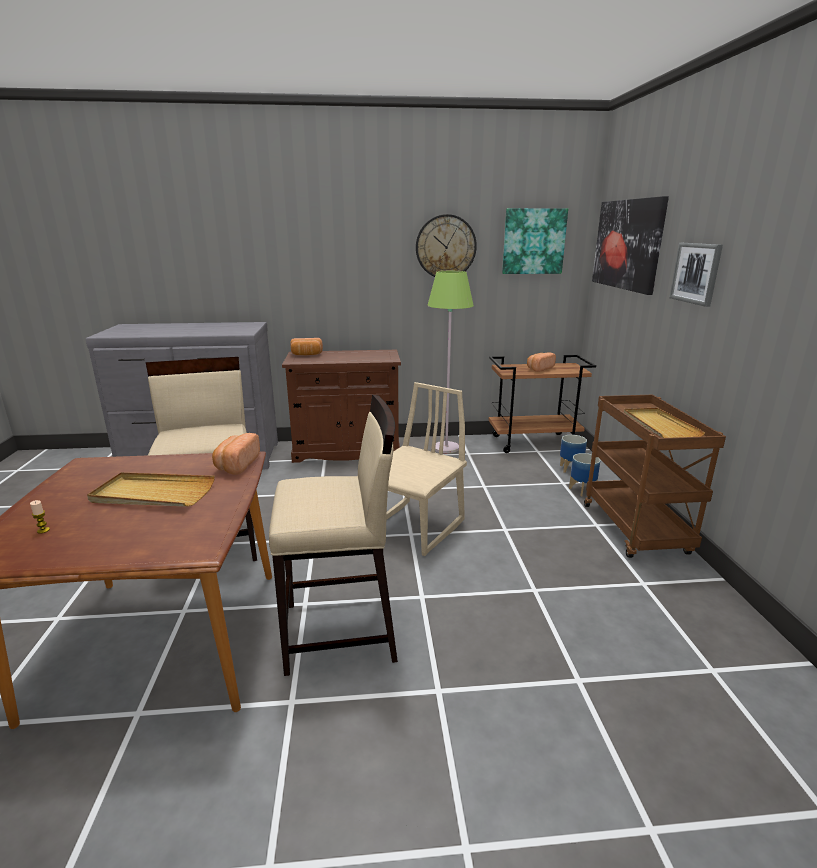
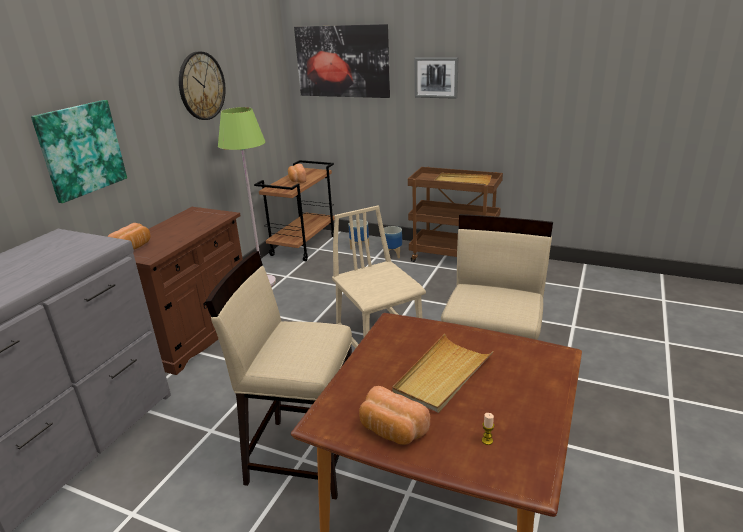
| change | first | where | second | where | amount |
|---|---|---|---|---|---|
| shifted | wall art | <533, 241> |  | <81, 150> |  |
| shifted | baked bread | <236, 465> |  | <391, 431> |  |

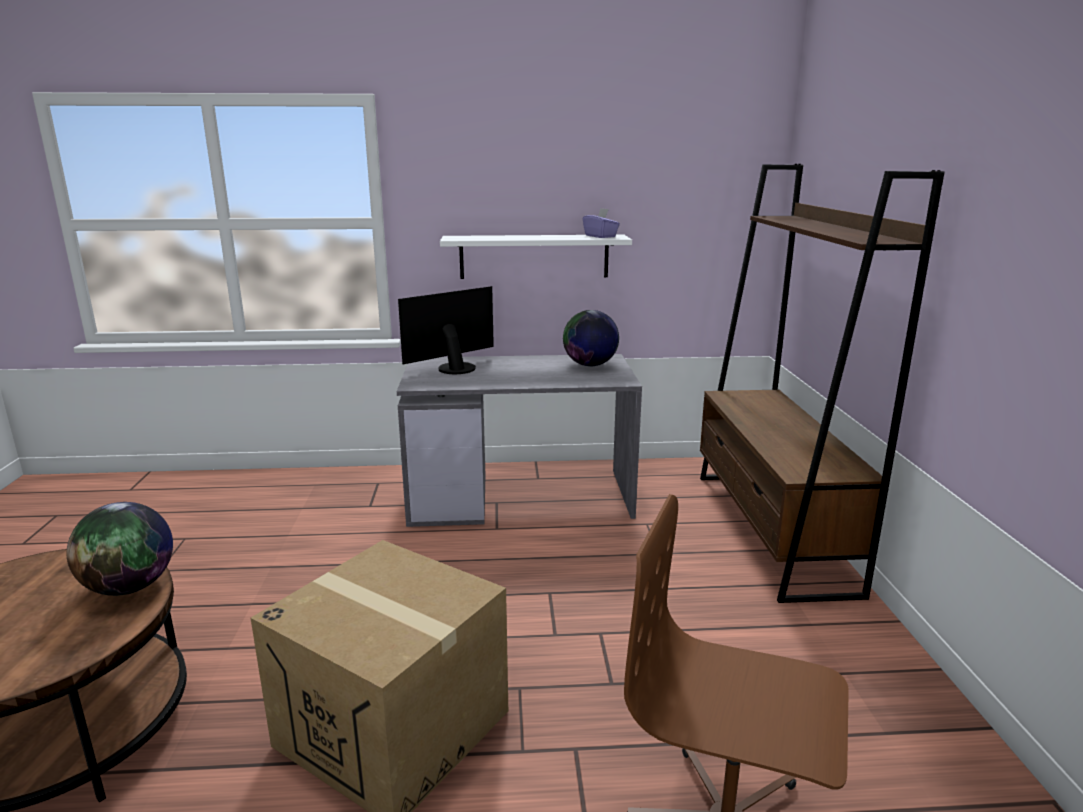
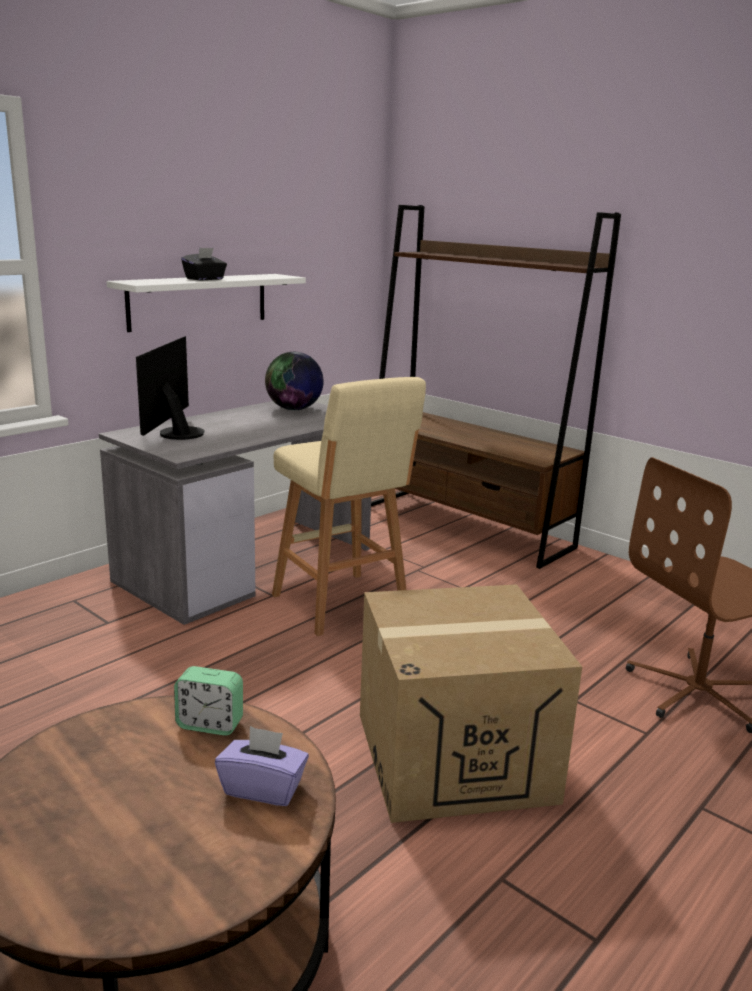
| change | first | where | second | where | amount |
|---|---|---|---|---|---|
| shifted | purple-coloured tissue holder | <600, 236> |  | <263, 788> |  |
| swapped | world globe | <130, 587> | bedside clock | <210, 724> |  |
| new |  |  | black tissue holder | <205, 279> |  |
| new |  |  | sand-coloured stool | <342, 605> |  |

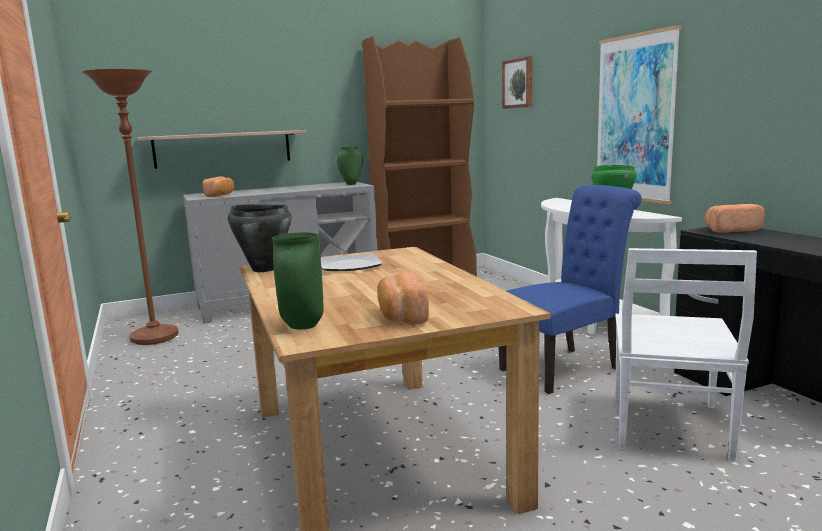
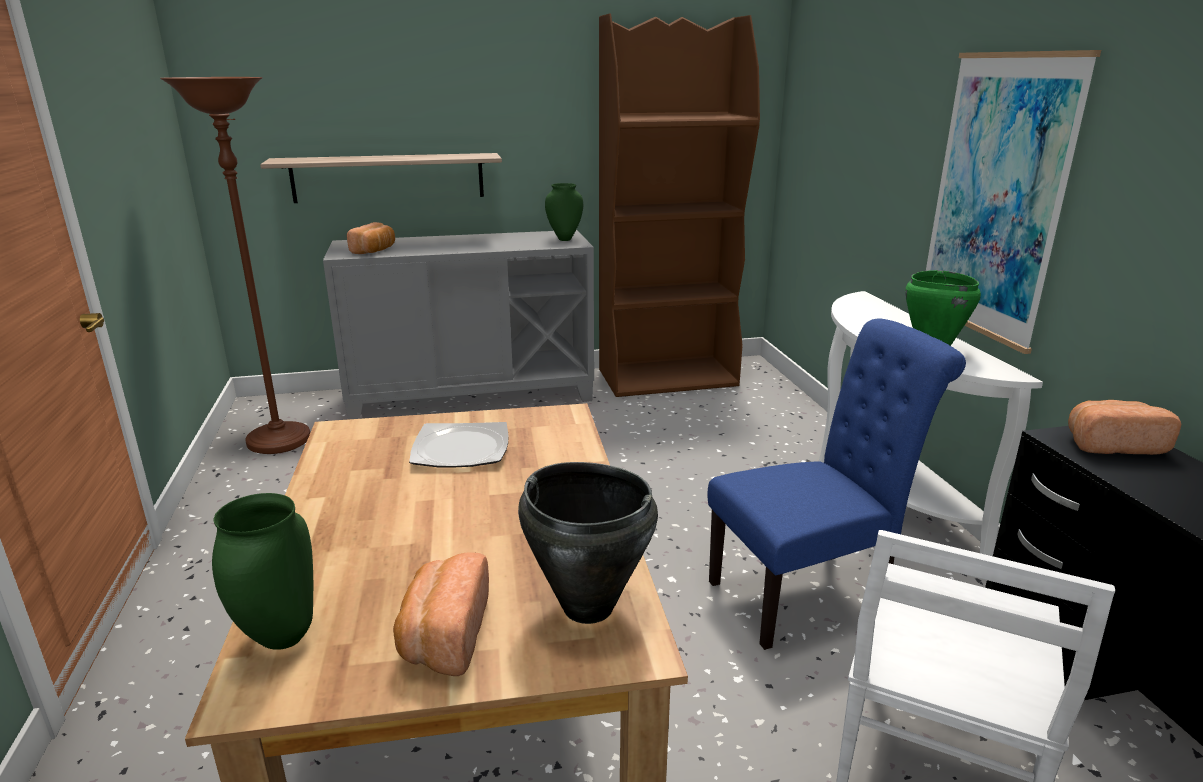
| change | first | where | second | where | amount |
|---|---|---|---|---|---|
| gone | wall art | <518, 83> |  |  |  |
| shifted | black cooking pot | <264, 269> |  | <587, 606> |  |

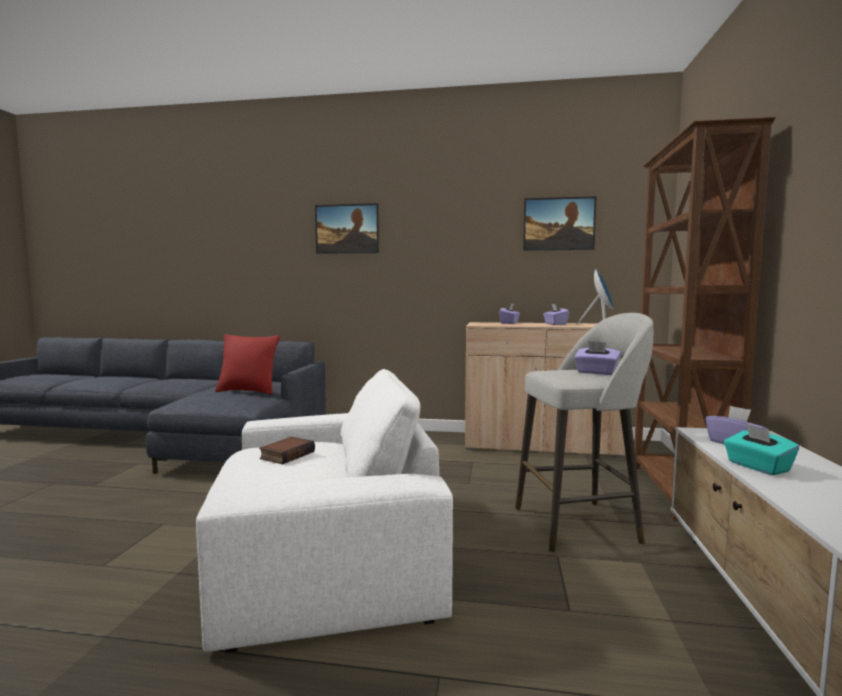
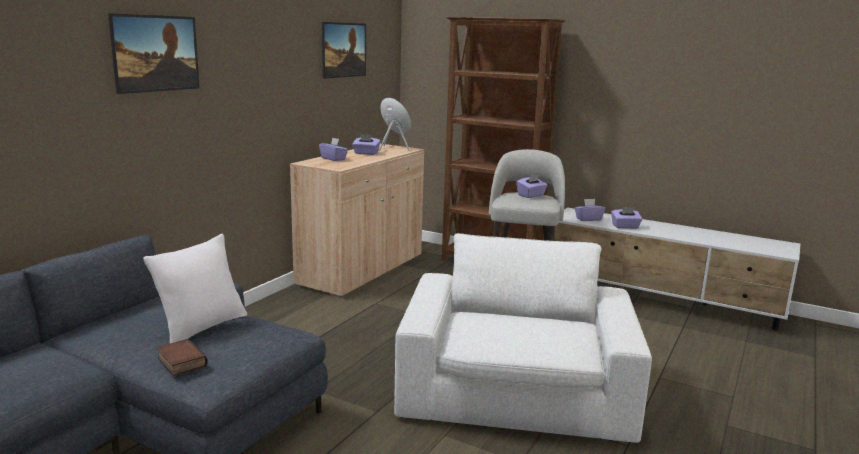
| change | first | where | second | where | amount |
|---|---|---|---|---|---|
| repainted | red throw pillow | <248, 391> | white-coloured throw pillow | <202, 328> |  |
| repainted | blue-green tissue holder | <757, 467> | purple-coloured tissue holder | <625, 227> |  |
| shifted | volume | <287, 454> |  | <180, 362> |  |

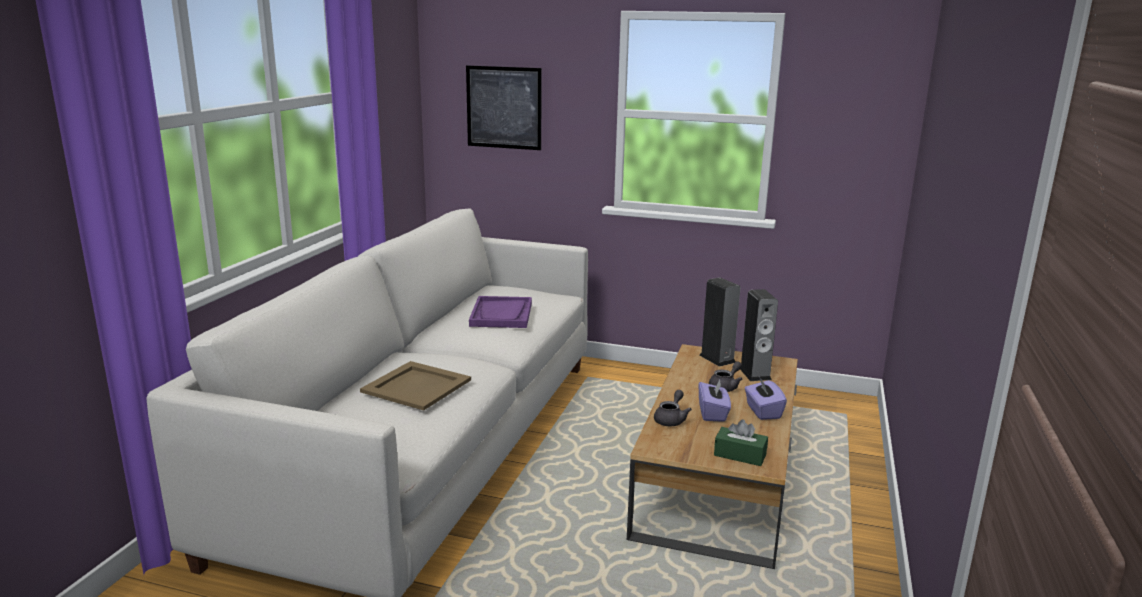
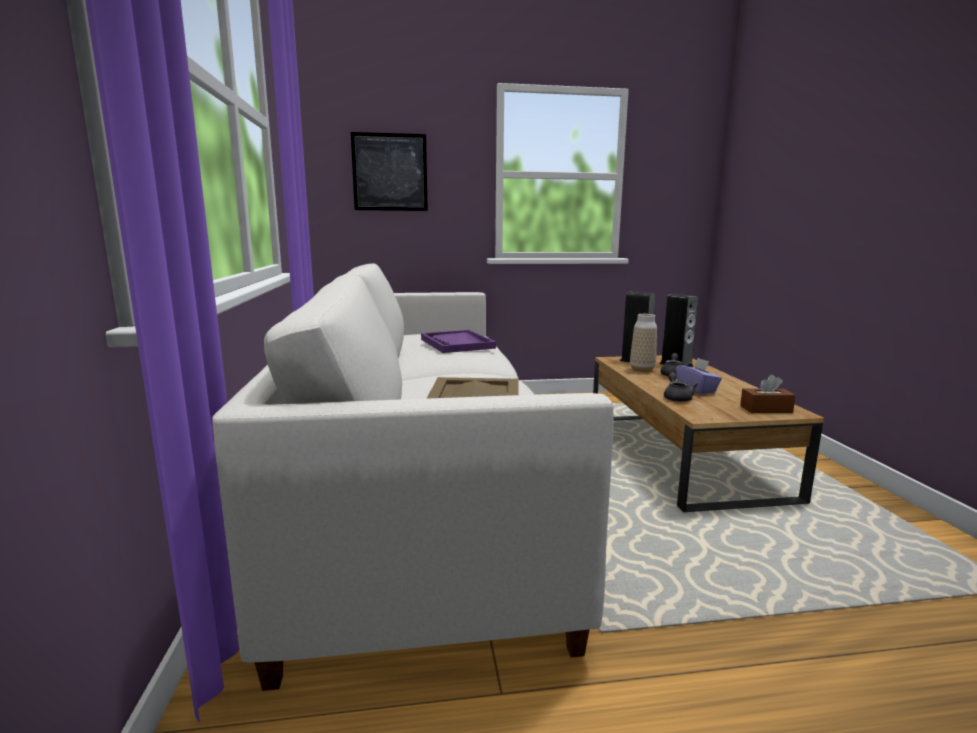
| change | first | where | second | where | amount |
|---|---|---|---|---|---|
| gone | purple-coloured tissue holder | <763, 411> |  |  |  |
| repainted | greenish tissue holder | <740, 455> | brown-coloured tissue holder | <766, 409> |  |
| new |  |  | decorative vase | <642, 370> |  |

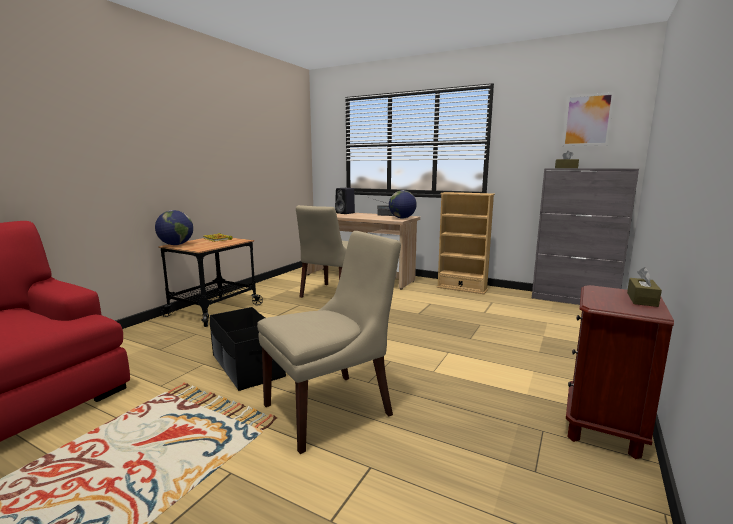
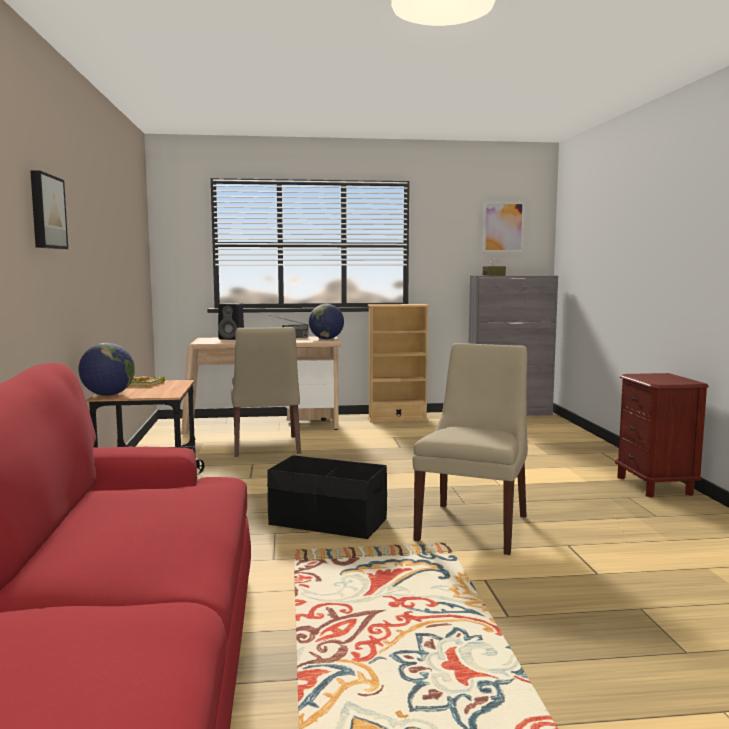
| change | first | where | second | where | amount |
|---|---|---|---|---|---|
| gone | brown-coloured tissue holder | <642, 299> |  |  |  |
| new |  |  | wall art | <46, 212> |  |

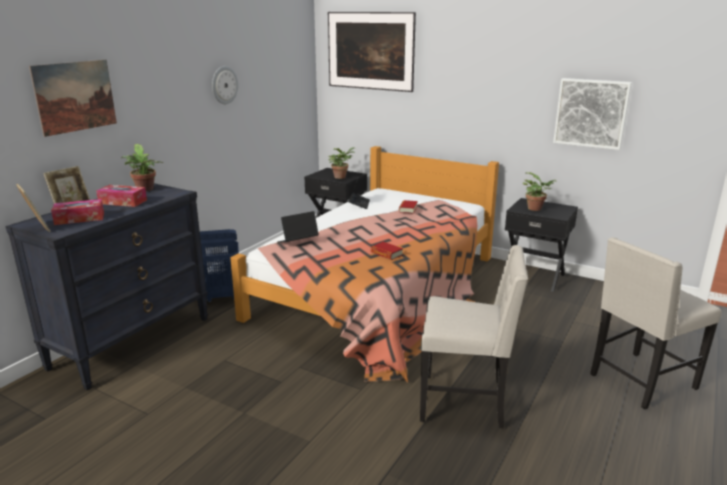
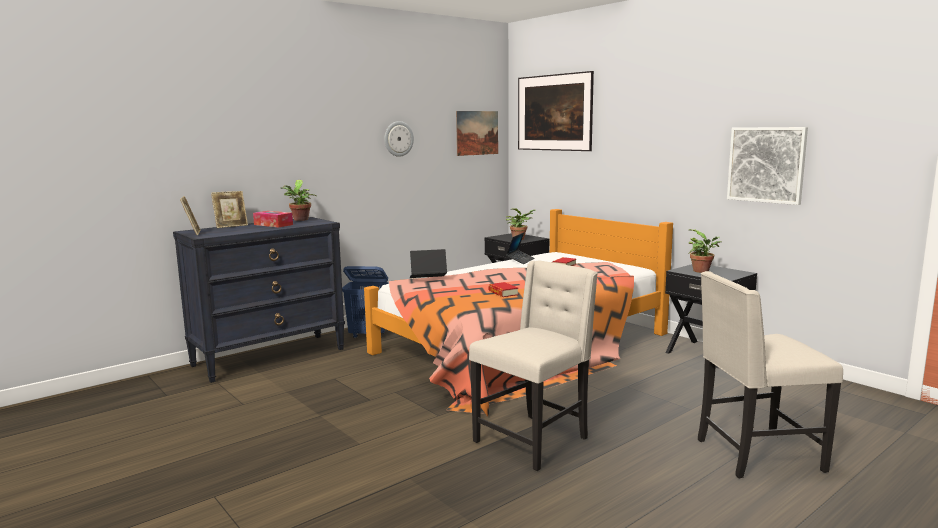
| change | first | where | second | where | amount |
|---|---|---|---|---|---|
| shifted | wall art | <75, 96> |  | <477, 133> |  |
| gone | tissue holder | <79, 218> |  |  |  |
| rotated | sand-coloured chair | <464, 402> |  | <533, 440> | 75 degrees counterclockwise |

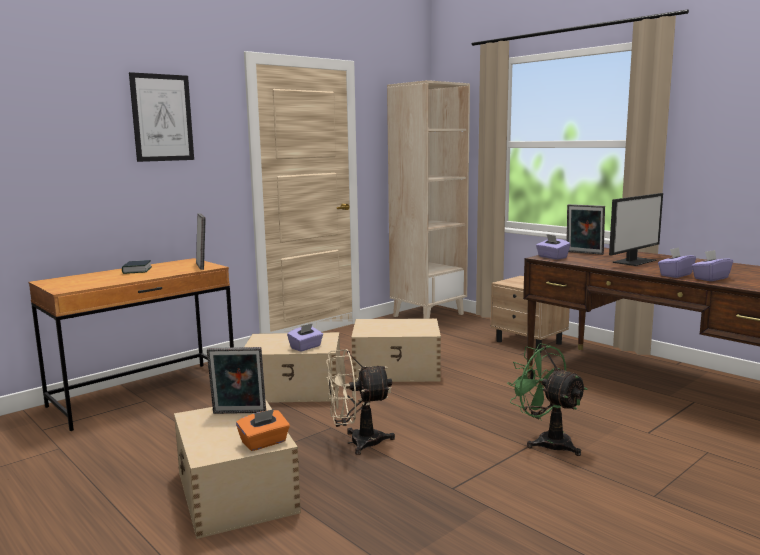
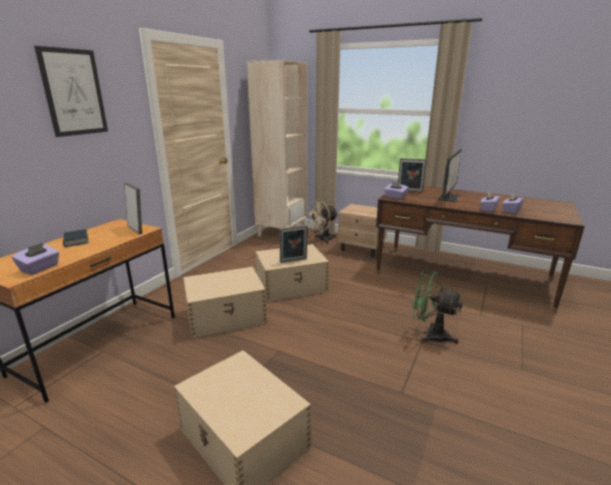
| change | first | where | second | where | amount |
|---|---|---|---|---|---|
| shifted | purple-coloured tissue holder | <306, 347> |  | <40, 268> |  |
| shifted | standing frame | <239, 413> |  | <293, 261> |  |
| shifted | sand-coloured fan | <357, 442> |  | <322, 239> |  |
| gone | orange tissue holder | <264, 443> |  |  |  |

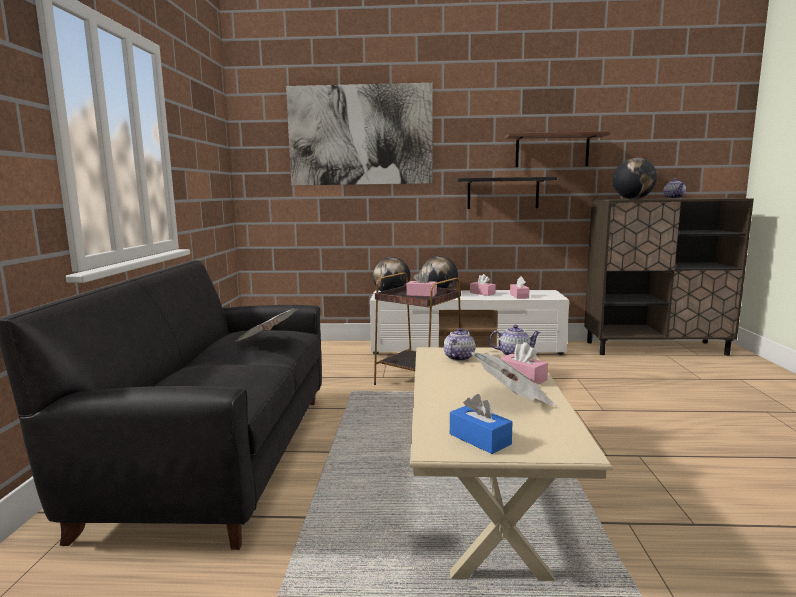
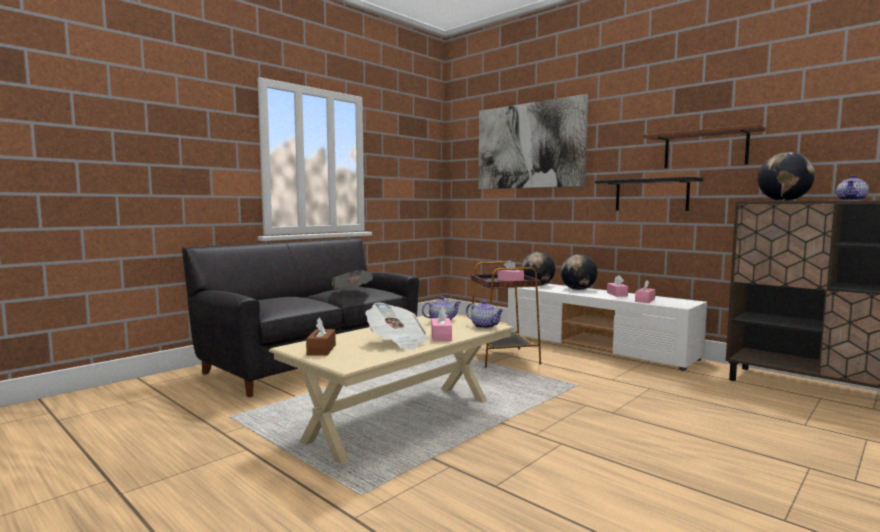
| change | first | where | second | where | amount |
|---|---|---|---|---|---|
| repainted | blue-coloured tissue holder | <479, 439> | brown-coloured tissue holder | <321, 350> |  |

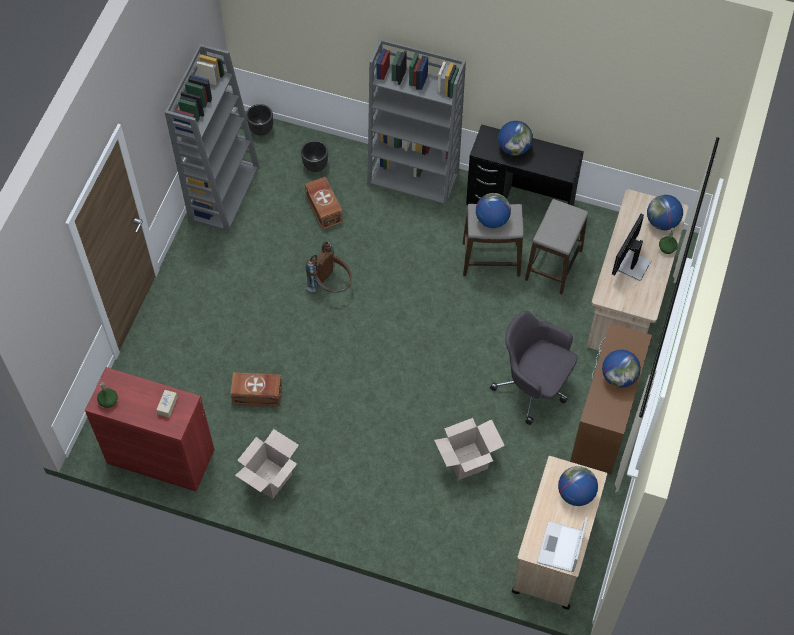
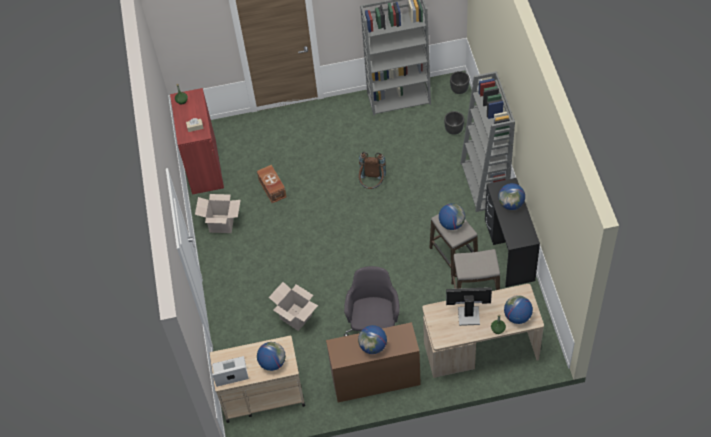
| change | first | where | second | where | amount |
|---|---|---|---|---|---|
| gone | brown-coloured storage box | <324, 208> |  |  |  |

